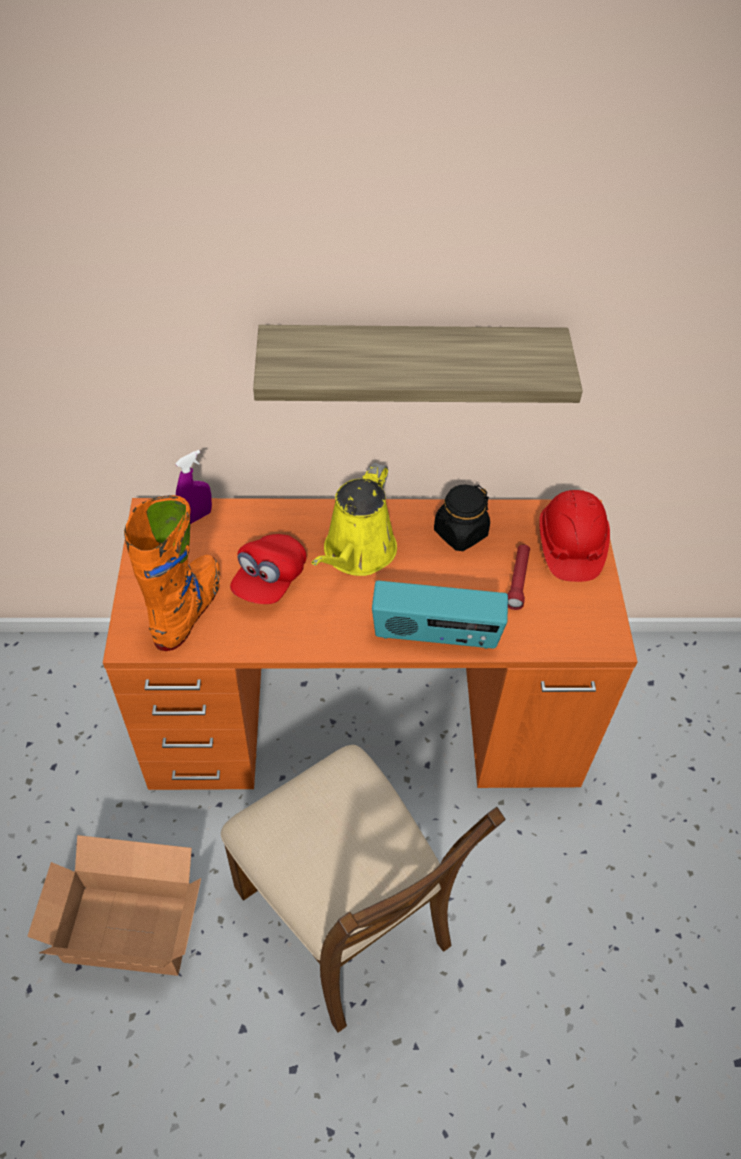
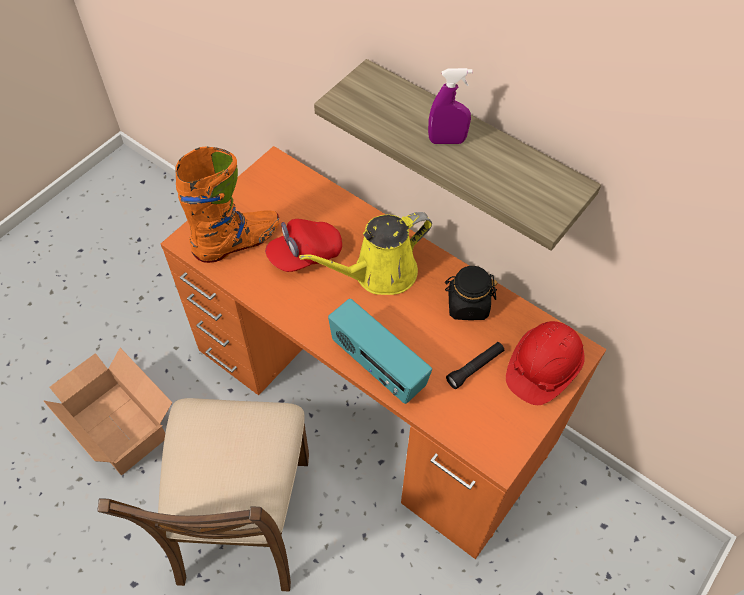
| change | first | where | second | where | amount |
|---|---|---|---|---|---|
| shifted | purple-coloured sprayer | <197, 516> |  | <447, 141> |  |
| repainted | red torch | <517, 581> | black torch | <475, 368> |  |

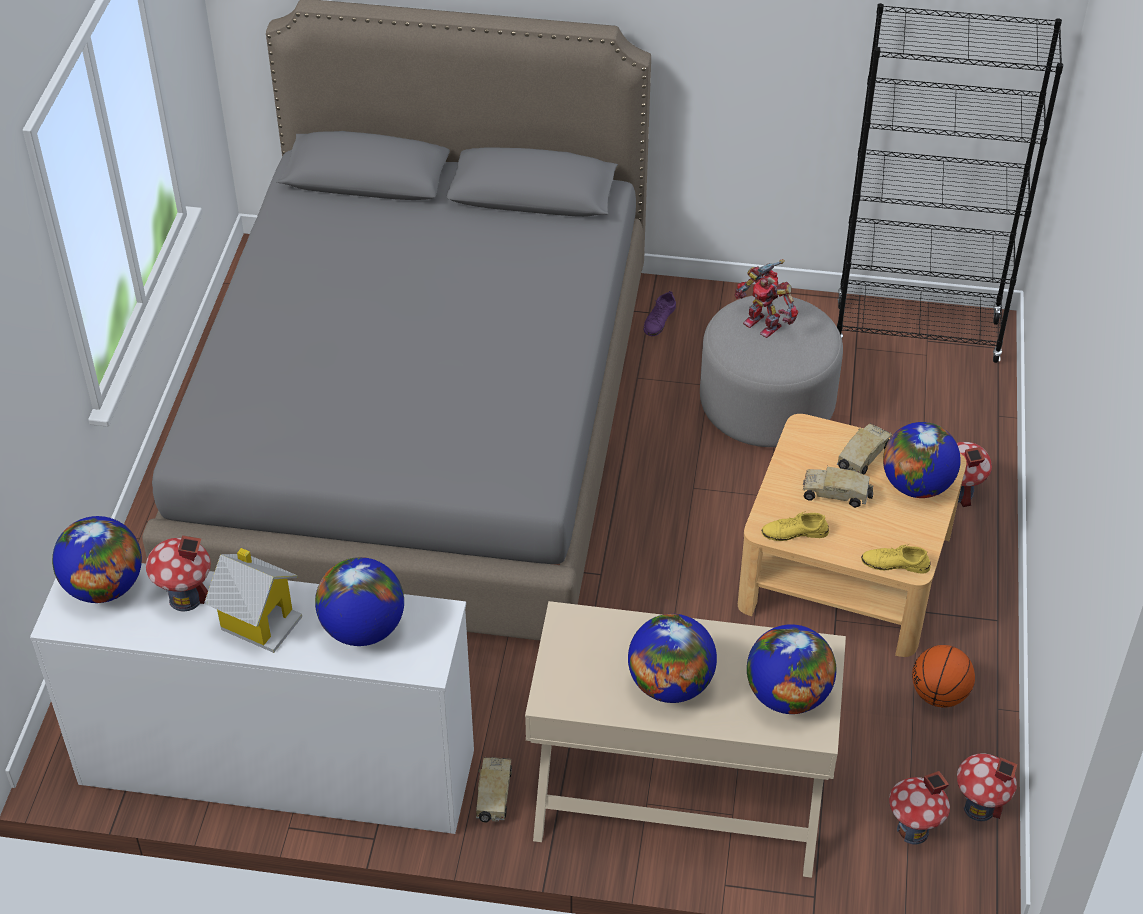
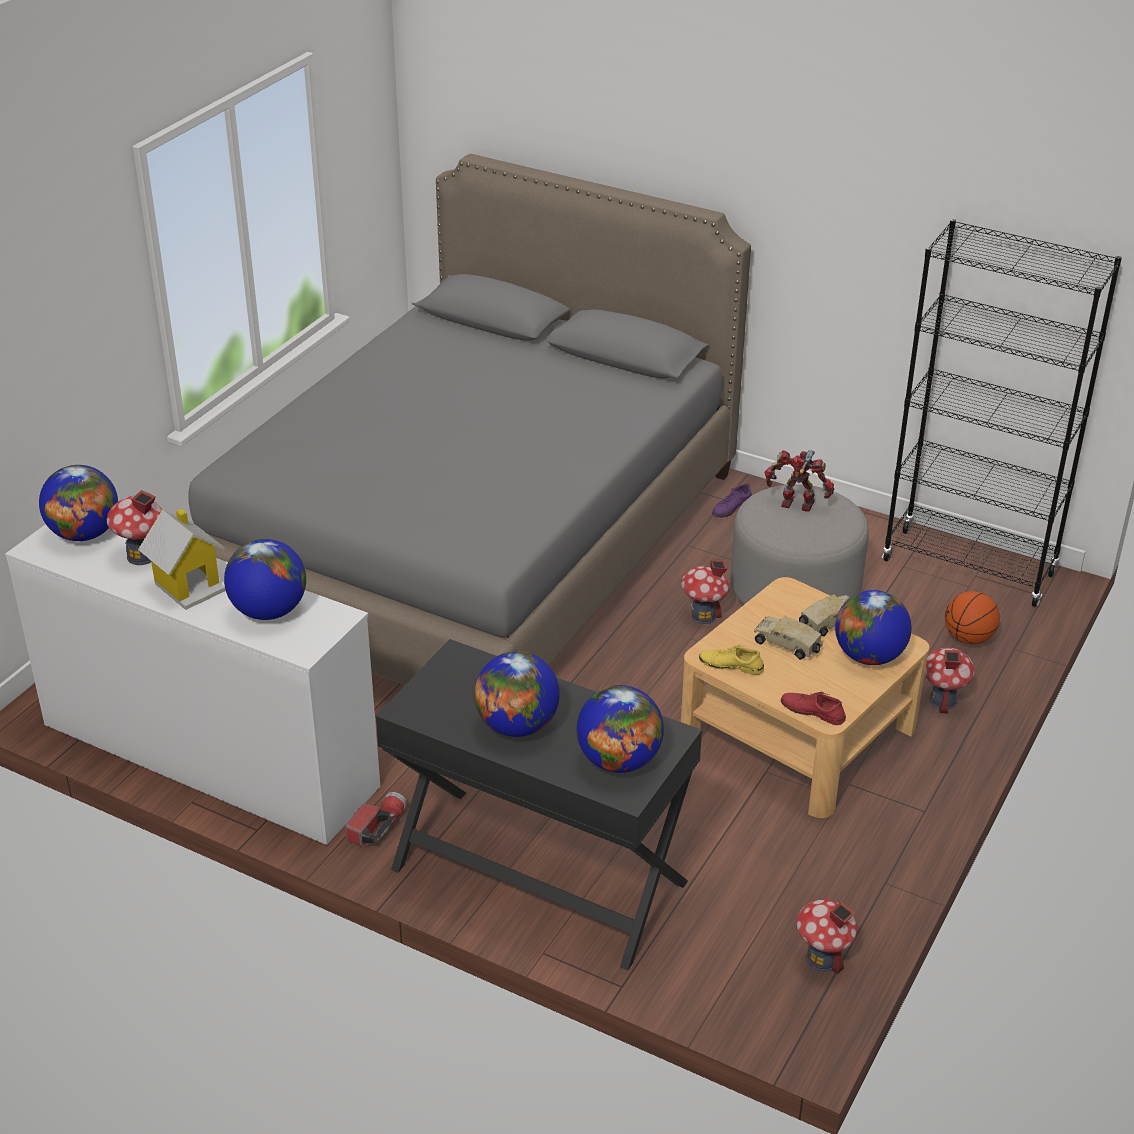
| change | first | where | second | where | amount |
|---|---|---|---|---|---|
| rotated | robot figure | <764, 323> |  | <797, 505> | 135 degrees clockwise |
| repainted | yellowish low shoe | <895, 564> | red low shoe | <813, 711> |  |
| repainted | sand-coloured desk table | <678, 803> | black desk table | <537, 876> |  |
| shifted | basketball ball | <939, 695> |  | <968, 639> |  |
| swapped | toy truck | <494, 797> | torch | <377, 826> |  |
| shifted | toy house | <913, 830> |  | <703, 616> |  |

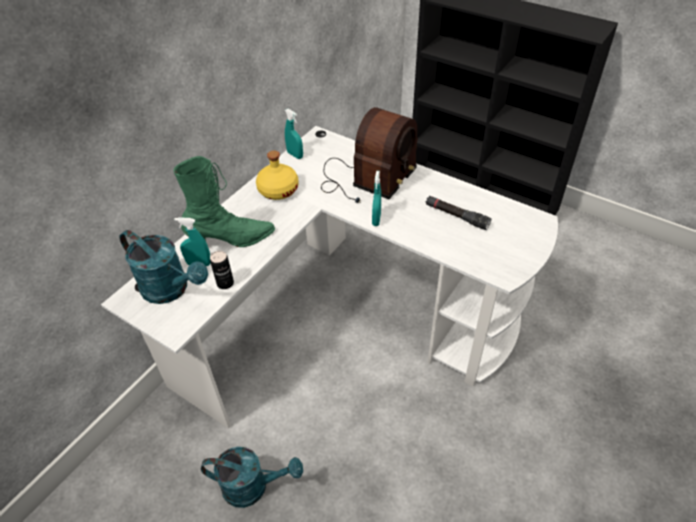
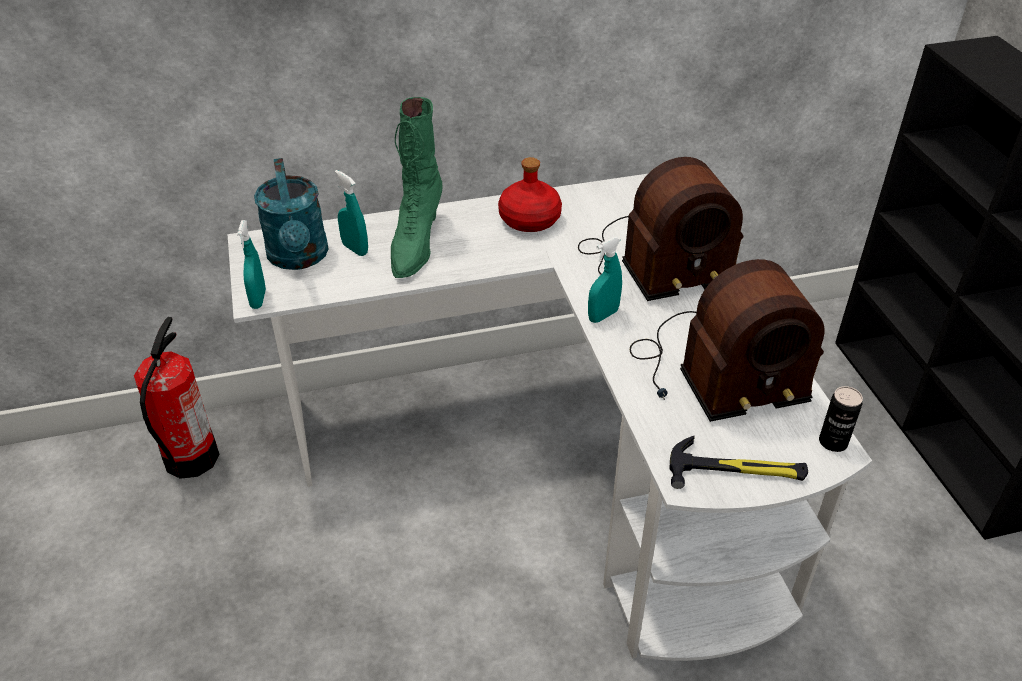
| change | first | where | second | where | amount |
|---|---|---|---|---|---|
| shifted | blue-green sprayer | <295, 155> |  | <258, 299> |  |
| repainted | yellowish bottle | <278, 190> | red bottle | <529, 219> |  |
| rotated | greenish high-top boot | <232, 240> |  | <415, 244> | 75 degrees clockwise |
| swapped | black torch | <456, 216> | radio | <714, 372> |  |
| shifted | can | <225, 283> |  | <833, 442> |  |
| gone | blue-green watering pot | <253, 486> |  |  |  |
| new |  |  | fire extinguisher | <190, 458> |  |
| new |  |  | tool hammer | <737, 470> |  |

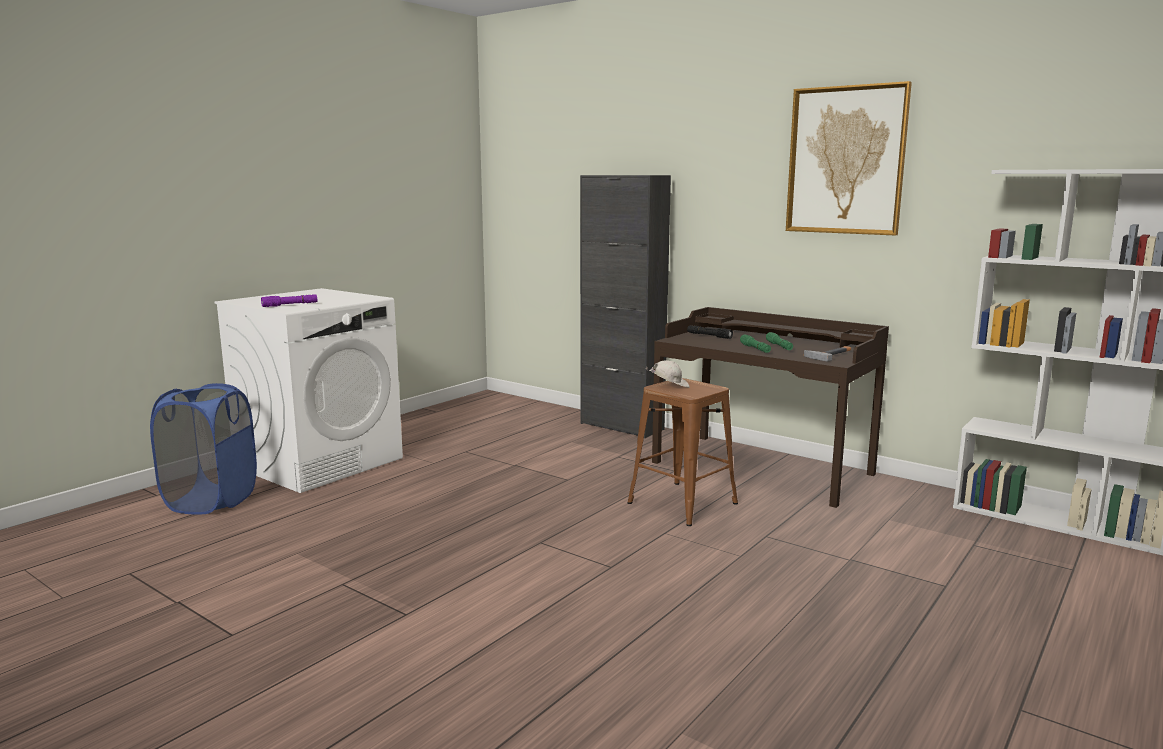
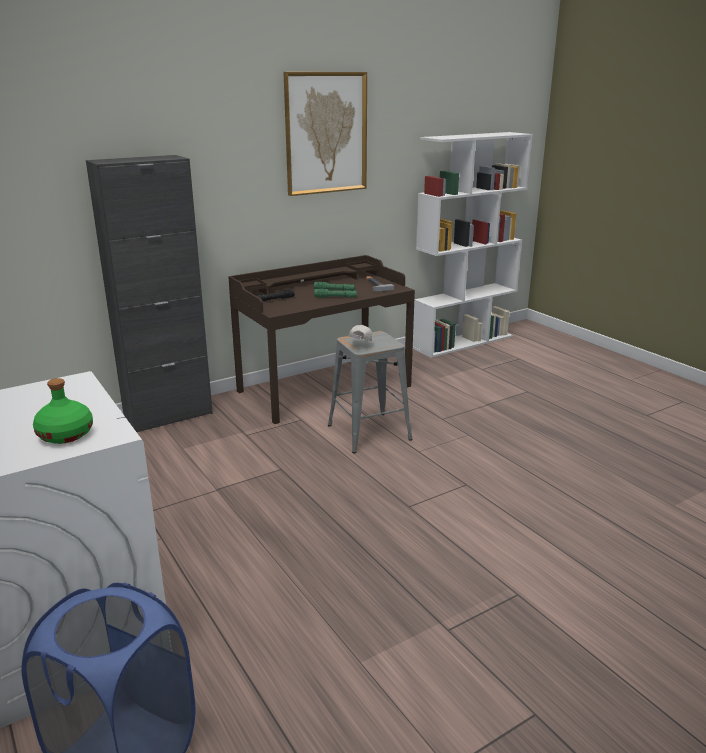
| change | first | where | second | where | amount |
|---|---|---|---|---|---|
| swapped | purple-coloured torch | <290, 305> | greenish bottle | <66, 434> |  |
| repainted | brown-coloured stool | <681, 503> | grey stool | <369, 432> |  |

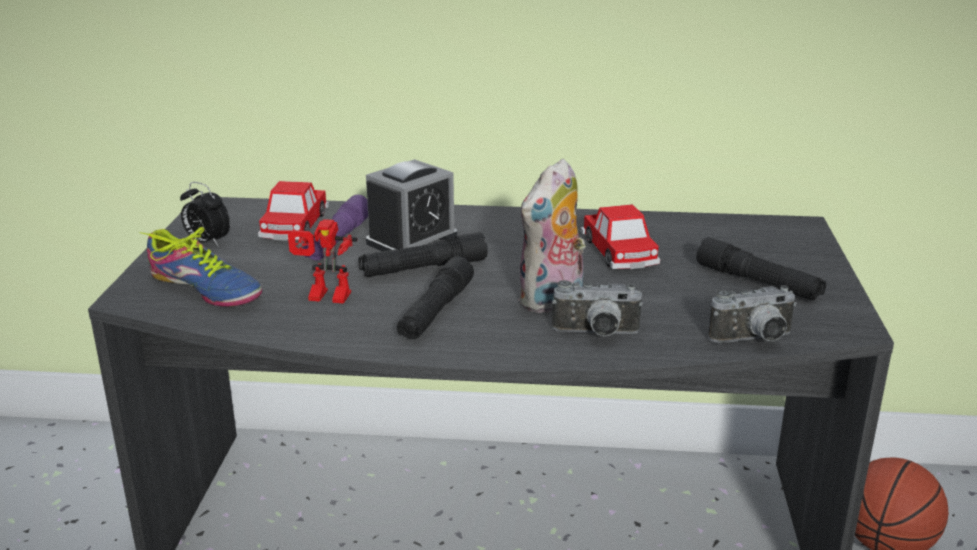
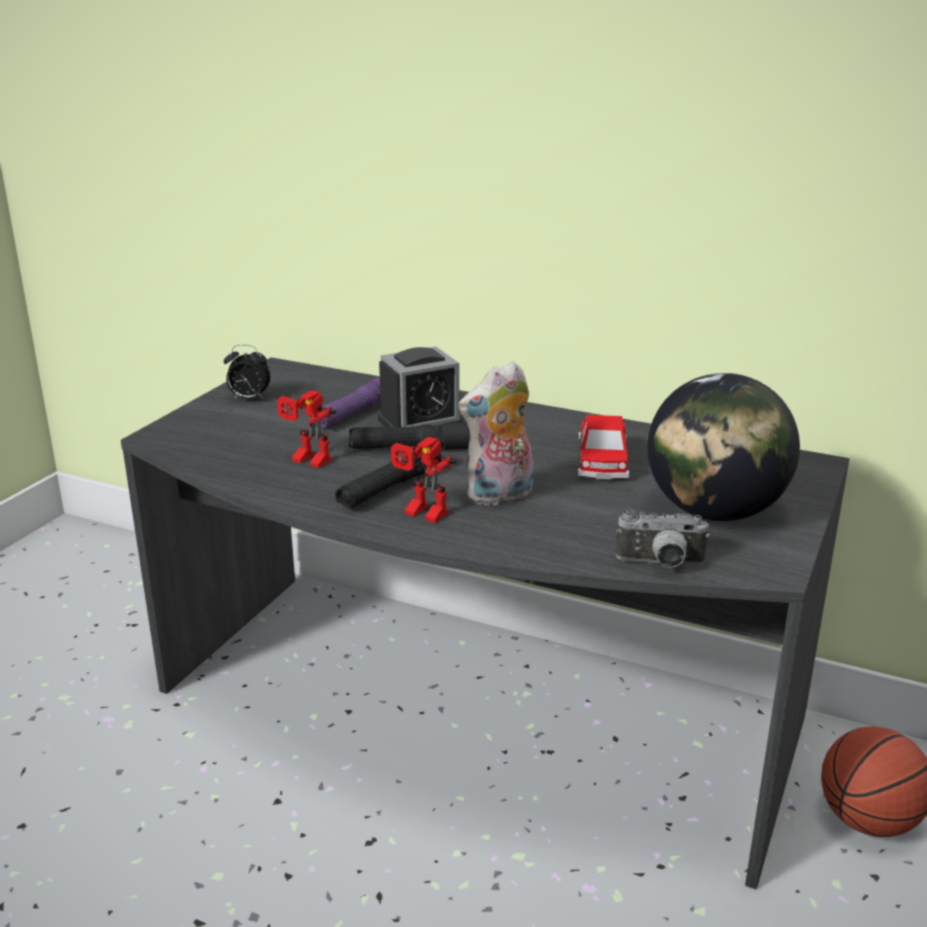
| change | first | where | second | where | amount |
|---|---|---|---|---|---|
| gone | toy car | <295, 225> |  |  |  |
| rotated | bedside clock | <207, 242> |  | <248, 399> | 45 degrees counterclockwise |
| gone | low shoe | <206, 288> |  |  |  |
| swapped | black torch | <758, 283> | world globe | <714, 512> |  |
| gone | still camera | <596, 334> |  |  |  |
| new |  |  | robot figure | <421, 514> |  |

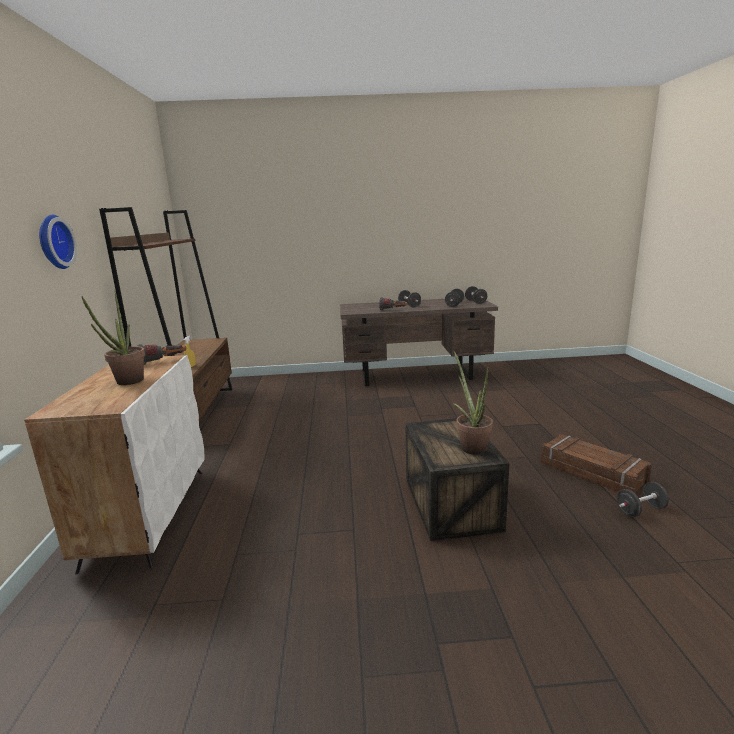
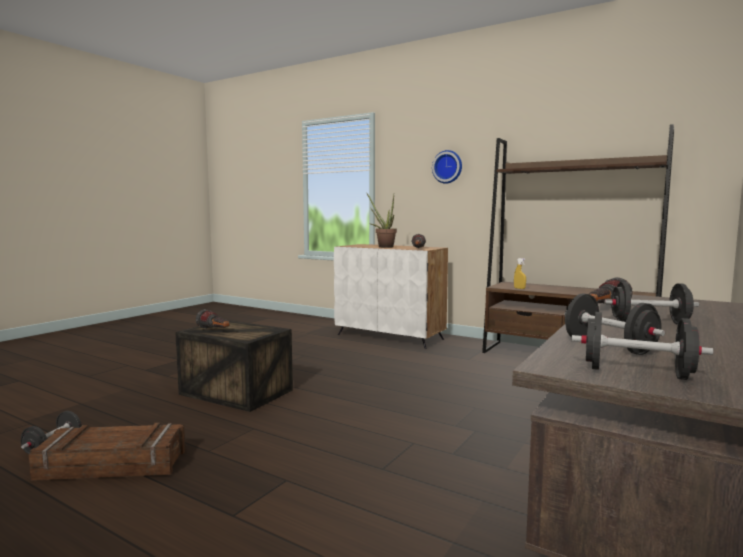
| change | first | where | second | where | amount |
|---|---|---|---|---|---|
| swapped | plant in a pot | <470, 446> | torch | <215, 331> |  |

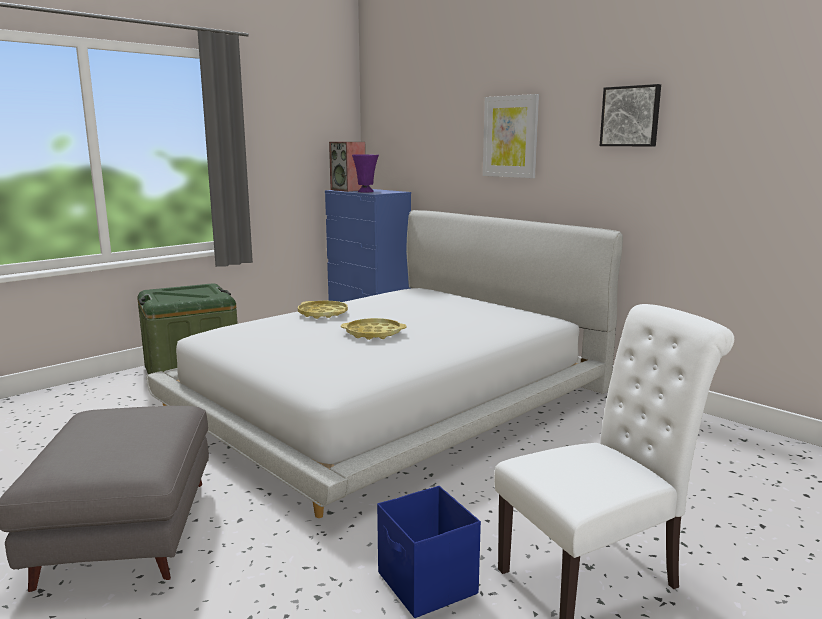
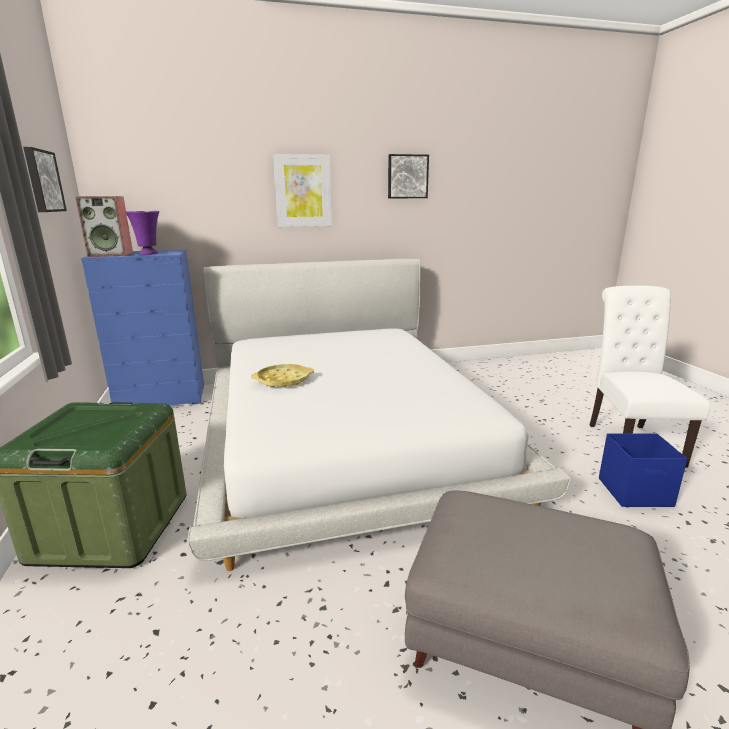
| change | first | where | second | where | amount |
|---|---|---|---|---|---|
| gone | yellowish serving tray | <373, 333> |  |  |  |
| new |  |  | wall art | <42, 181> |  |

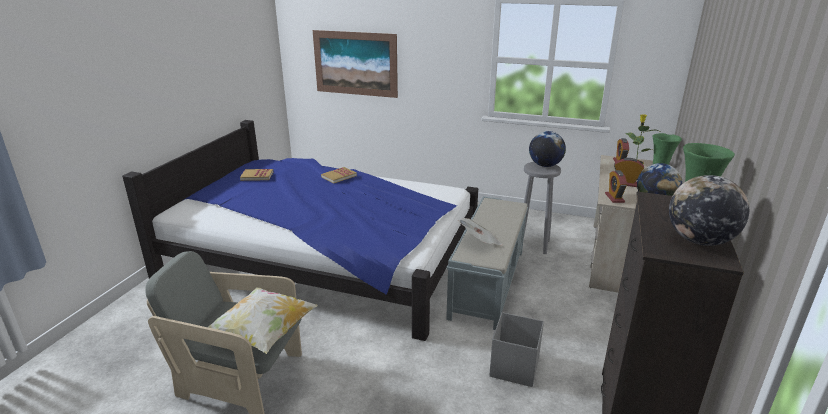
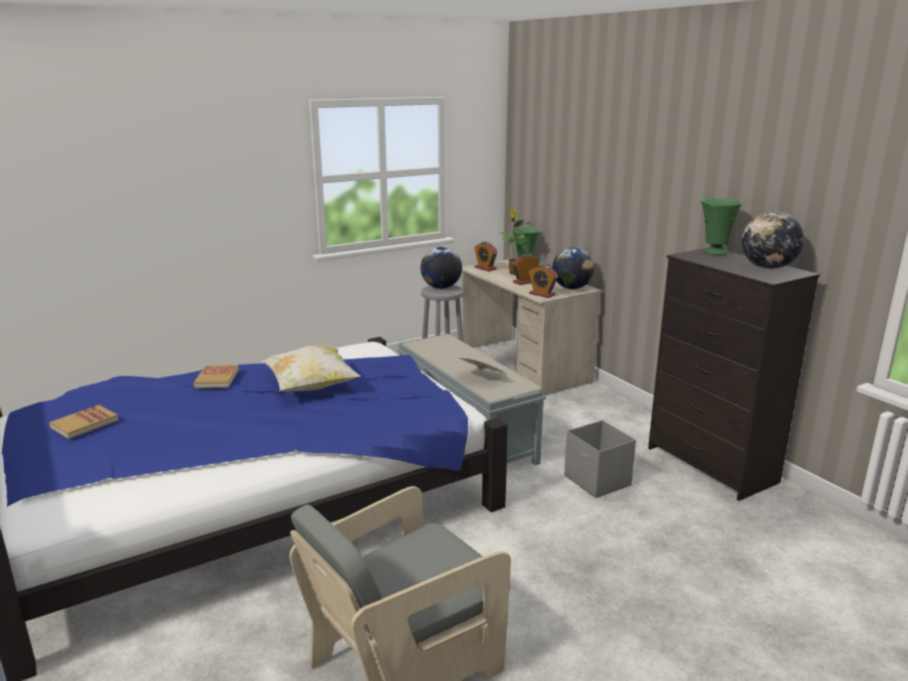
| change | first | where | second | where | amount |
|---|---|---|---|---|---|
| gone | wall art | <355, 63> |  |  |  |
| shifted | throw pillow | <264, 333> |  | <311, 387> |  |

